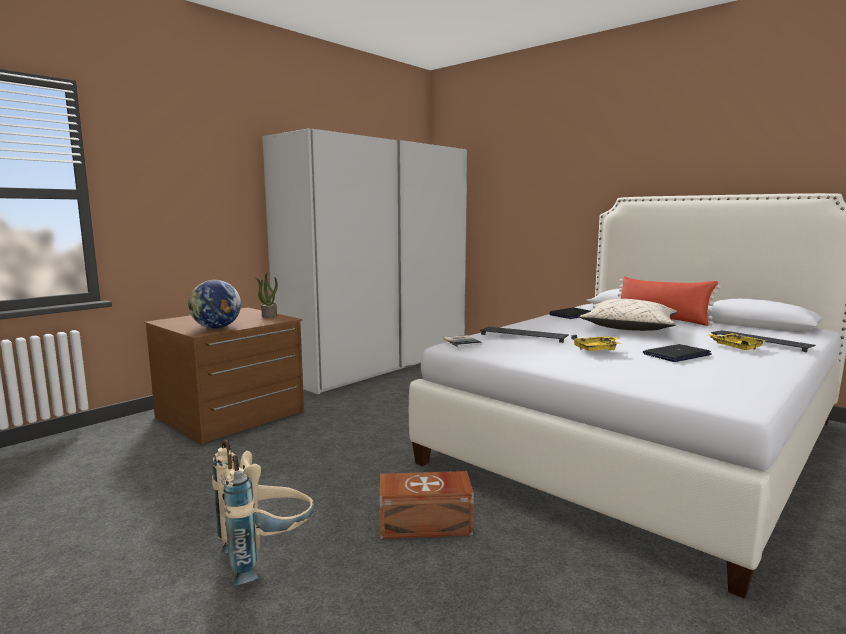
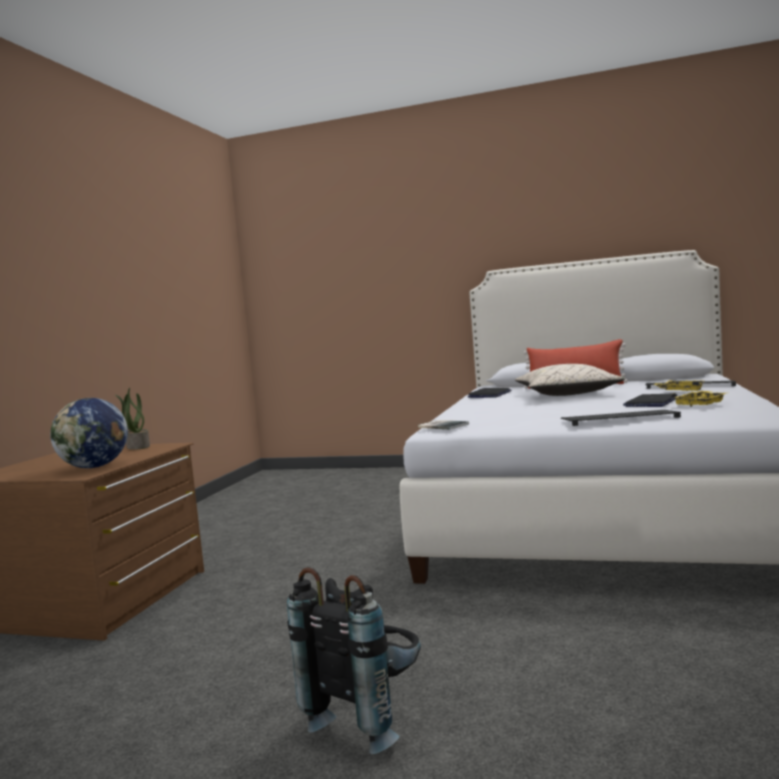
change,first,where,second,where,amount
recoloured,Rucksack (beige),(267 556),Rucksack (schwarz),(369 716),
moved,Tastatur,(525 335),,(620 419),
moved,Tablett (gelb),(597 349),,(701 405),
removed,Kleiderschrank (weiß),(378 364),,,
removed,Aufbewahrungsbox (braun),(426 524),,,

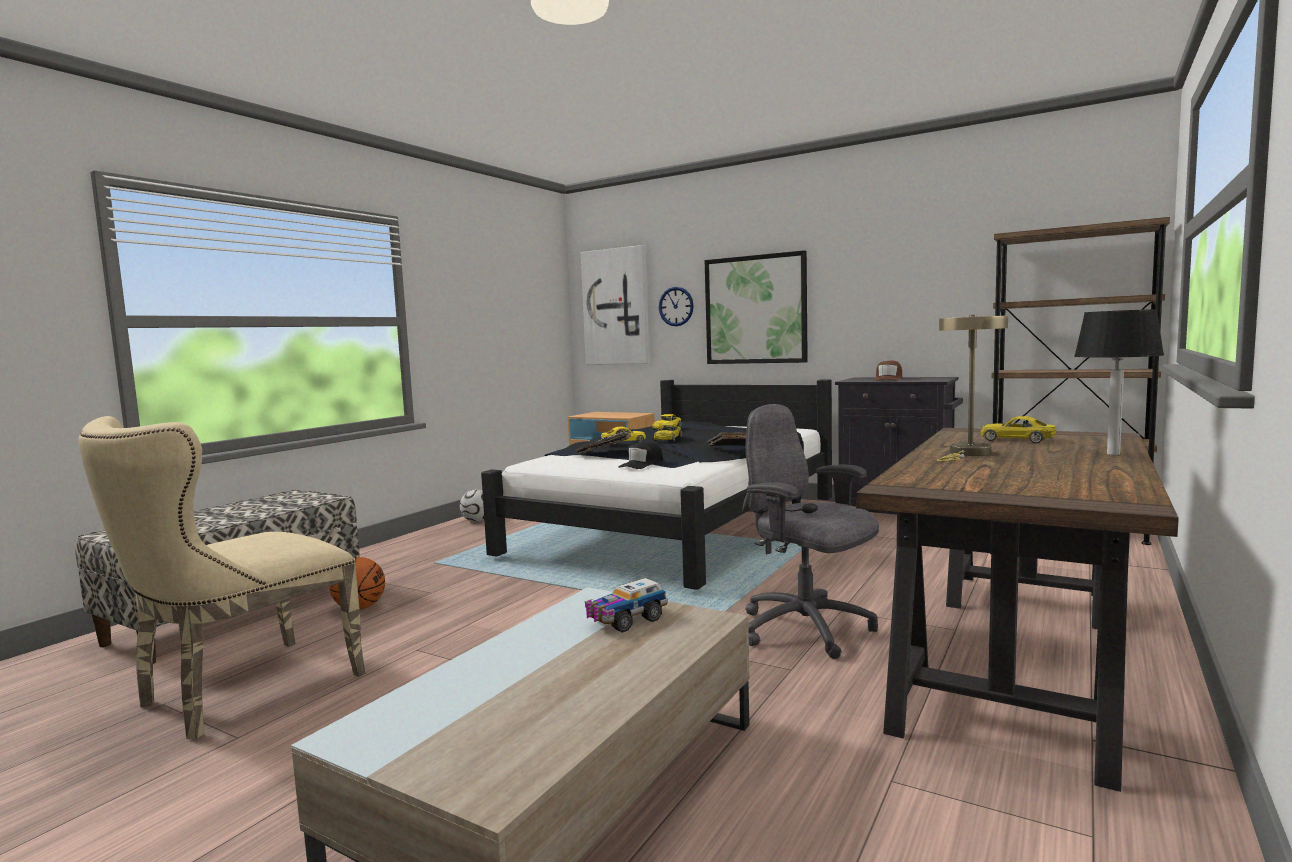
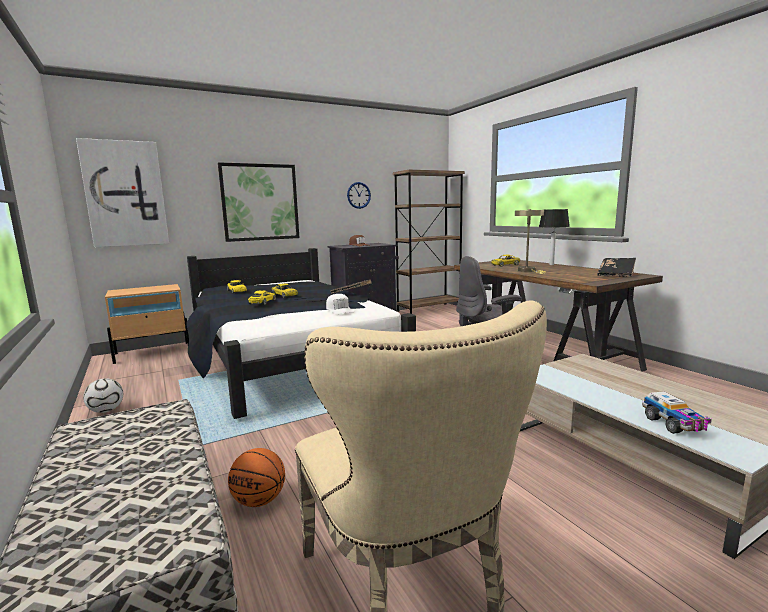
change,first,where,second,where,amount
recoloured,Kappe (schwarz),(642 464),Kappe (weiß),(339 310),
moved,Wanduhr,(676 306),,(358 195),
moved,Buch (schwarz),(604 452),,(616 274),
moved,Spielzeuglaster,(626 620),,(674 424),

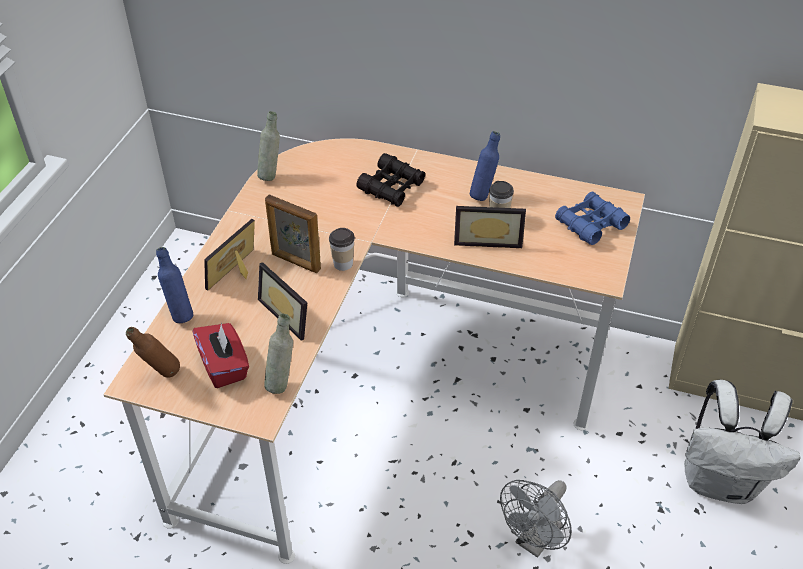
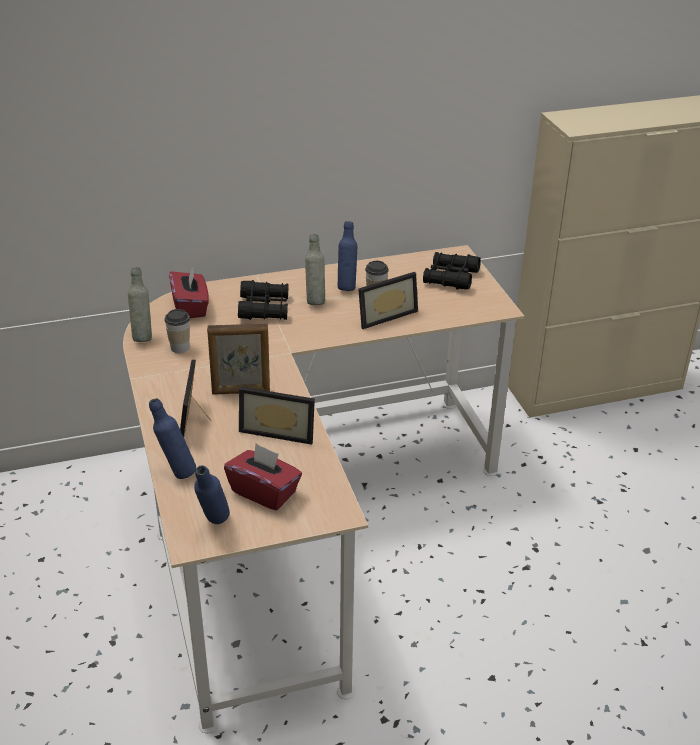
change,first,where,second,where,amount
moved,Tasse,(343 263),,(180 347),
added,,,Taschentuchbox (rot),(190 307),
recoloured,Flasche (braun),(161 377),Flasche (blau),(214 526),
moved,Flasche (grau),(282 382),,(315 301),
recoloured,Fernglas (blau),(590 224),Fernglas (schwarz),(450 278),
removed,Ventilator (grau),(534 541),,,
removed,Rucksack (weiß),(721 482),,,

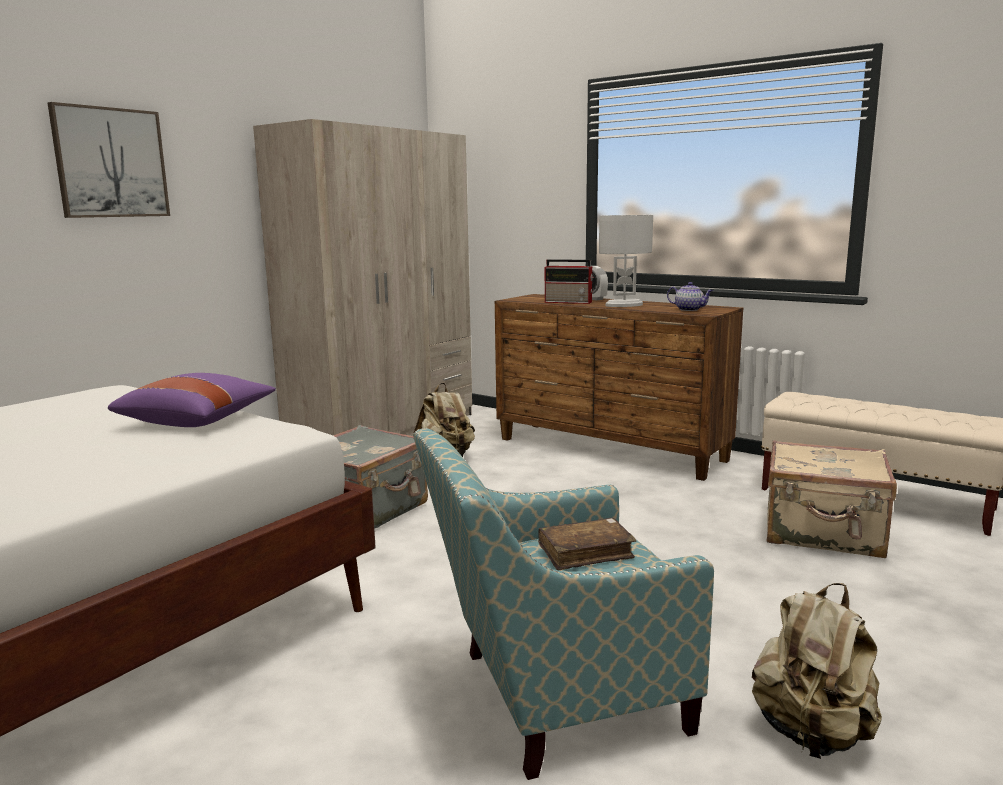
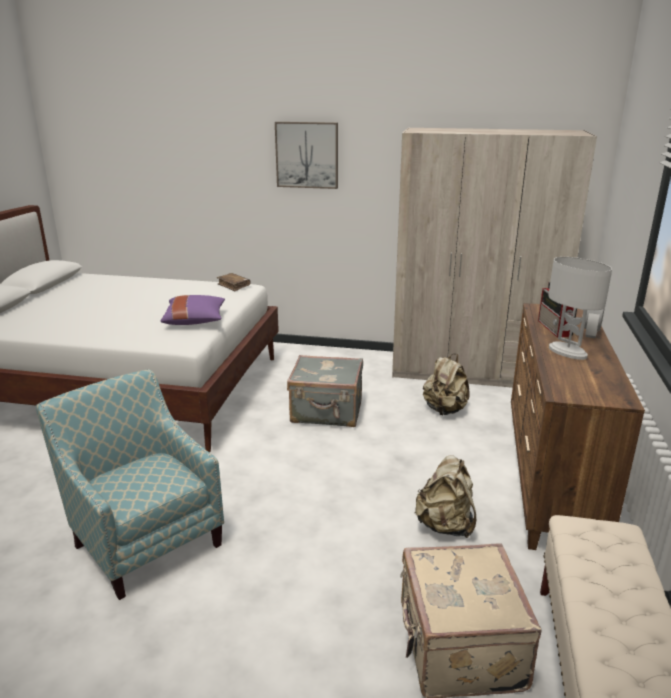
change,first,where,second,where,amount
moved,Buch (braun),(585 553),,(234 286),
moved,Rucksack (beige),(812 734),,(445 525),
removed,Teekanne,(689 309),,,

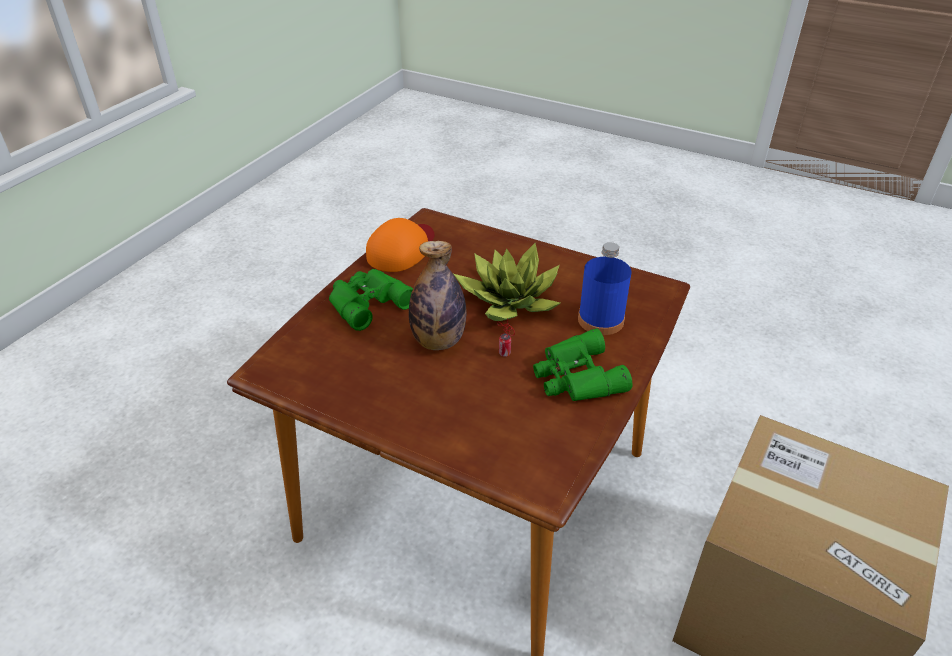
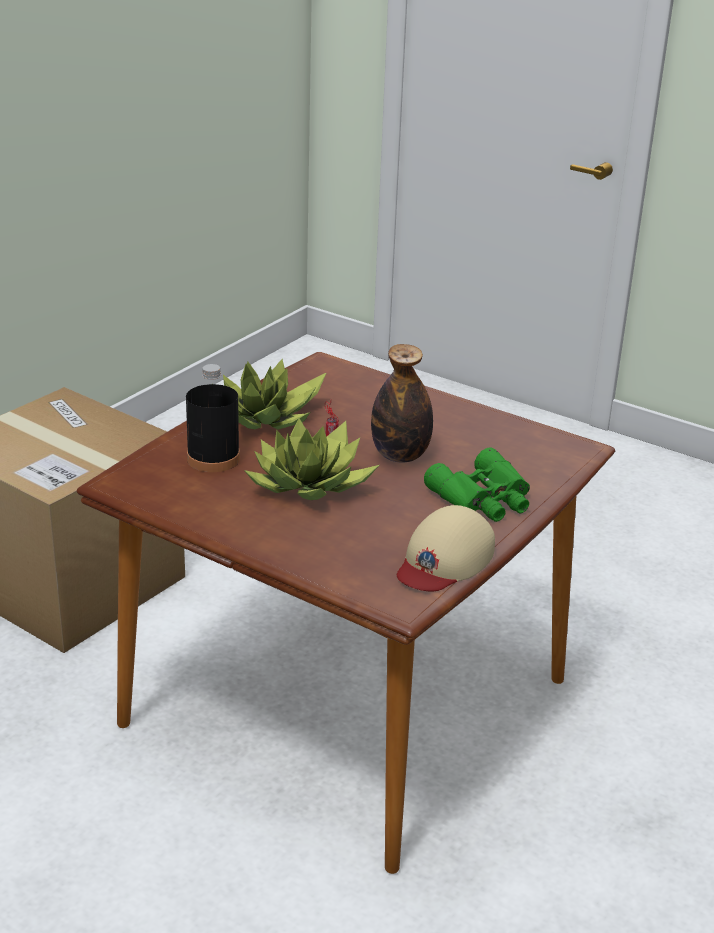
change,first,where,second,where,amount
recoloured,Flasche (blau),(600 320),Flasche (schwarz),(213 459),
replaced,Fernglas (grün),(576 377),Topfpflanze,(266 418),
recoloured,Kappe (orange),(402 249),Kappe (beige),(444 560),

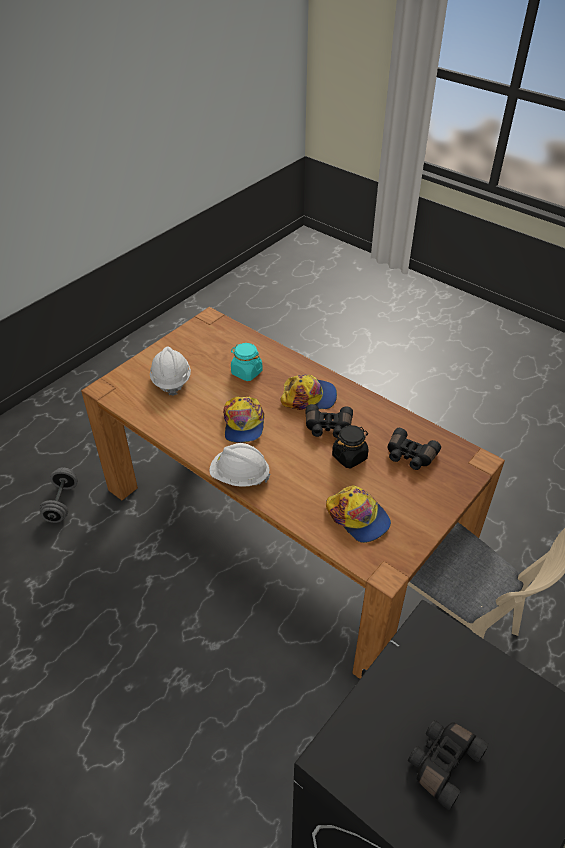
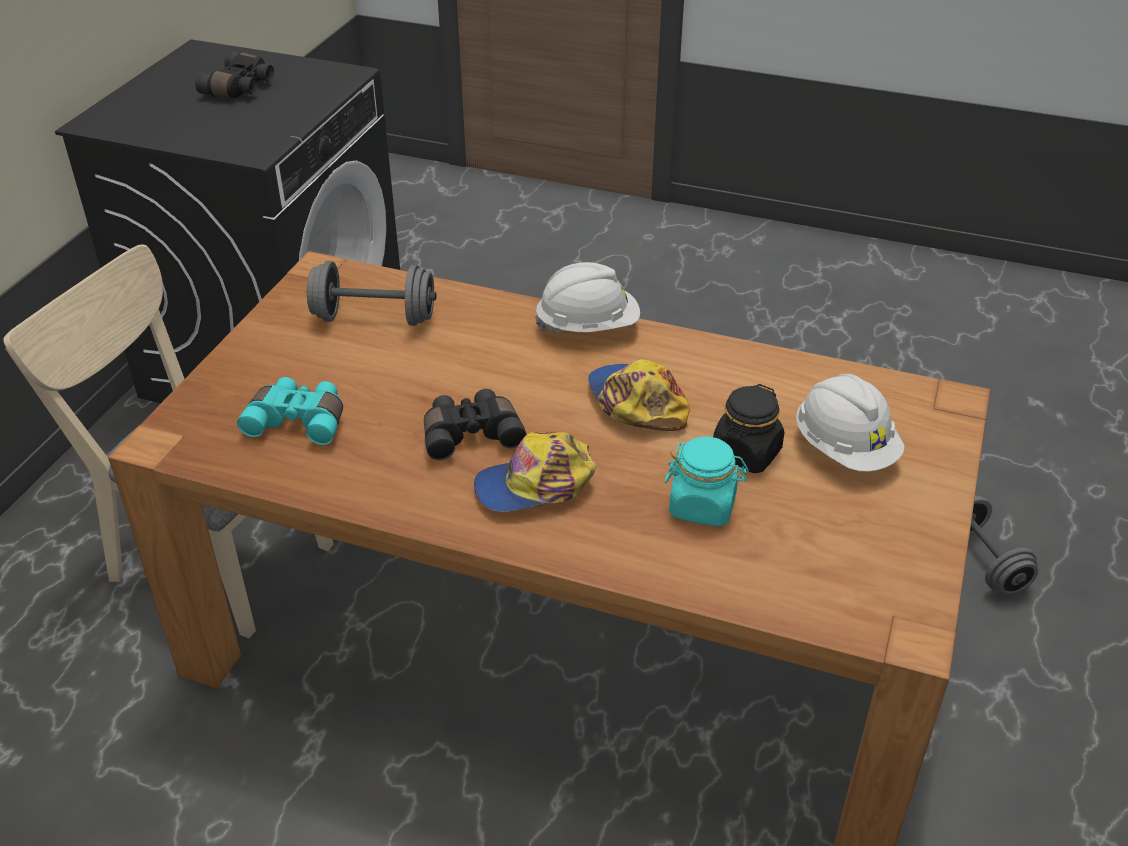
change,first,where,second,where,amount
recoloured,Fernglas (schwarz),(409 456),Fernglas (türkis),(299 421),
replaced,Kappe,(358 517),Hantel (grau),(374 318),
moved,Vorratsglas (schwarz),(349 456),,(746 453),

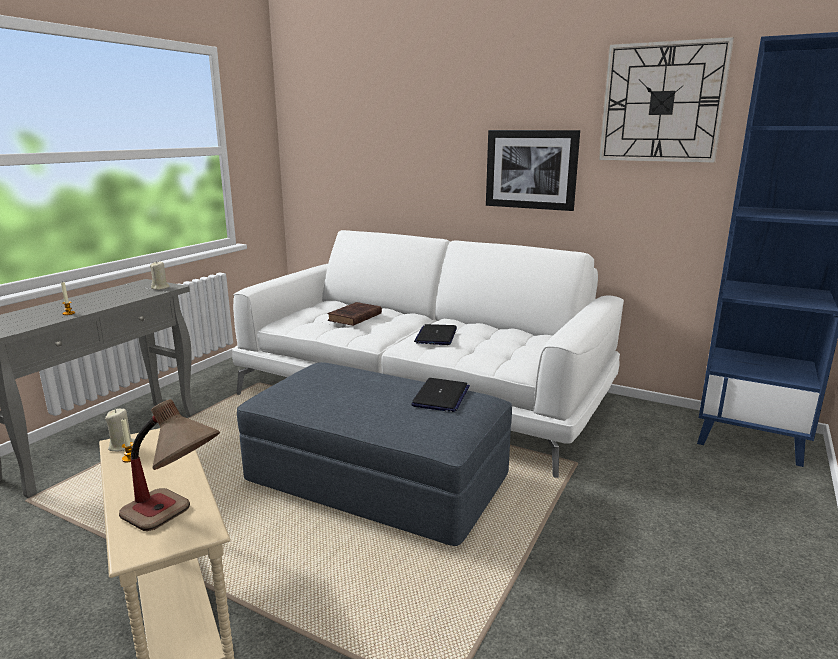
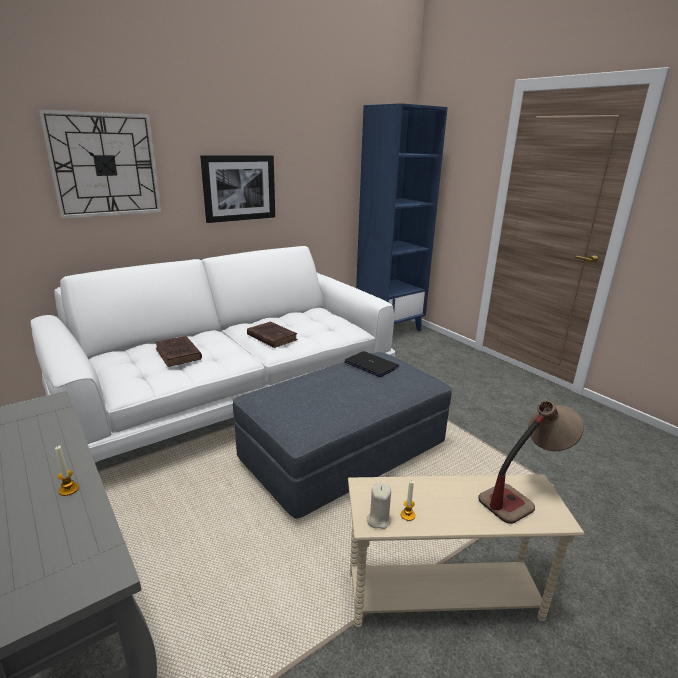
change,first,where,second,where,amount
moved,Wanduhr,(662 103),,(105 165),
replaced,Laptop,(436 336),Buch (braun),(271 337),
removed,Kerze (beige),(160 288),,,

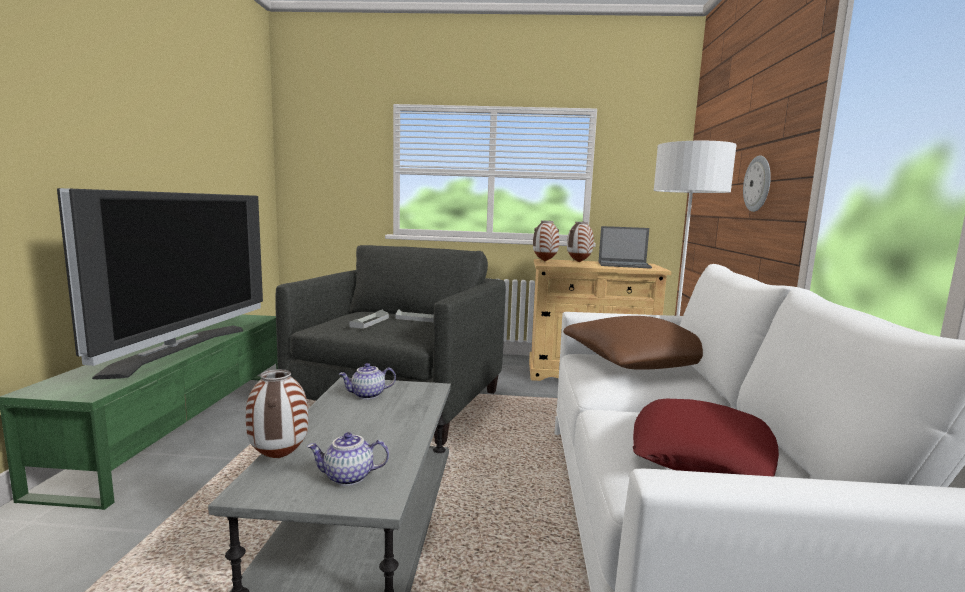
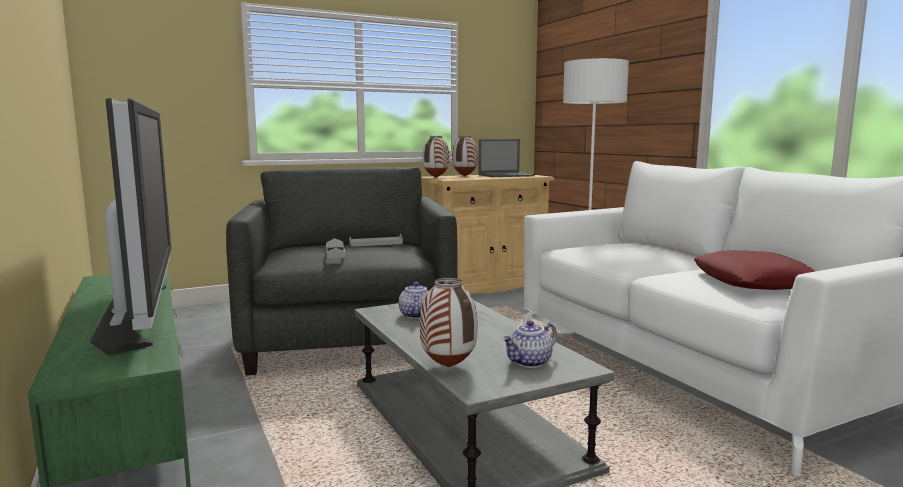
change,first,where,second,where,amount
turned,Teekanne,(367 395),,(415 315),135 degrees clockwise
removed,Kissen (braun),(636 362),,,
removed,Wanduhr,(758 183),,,

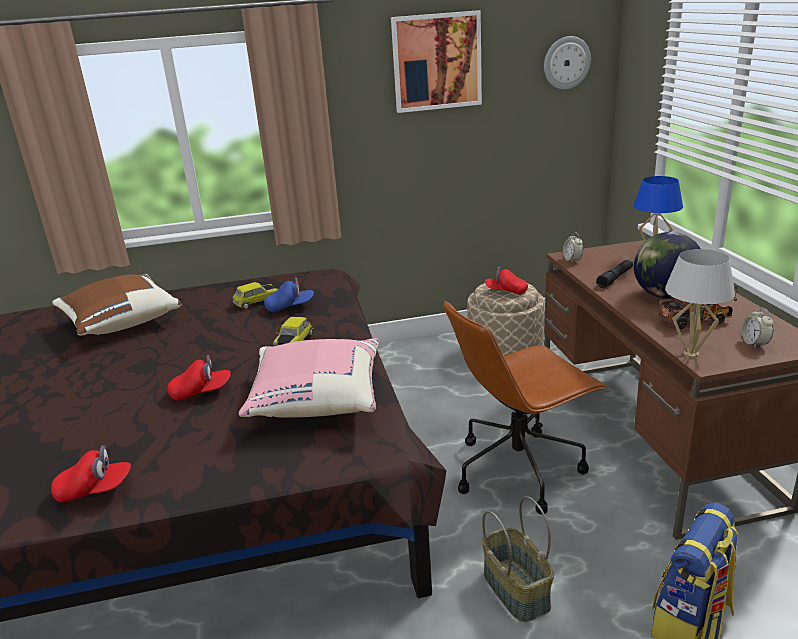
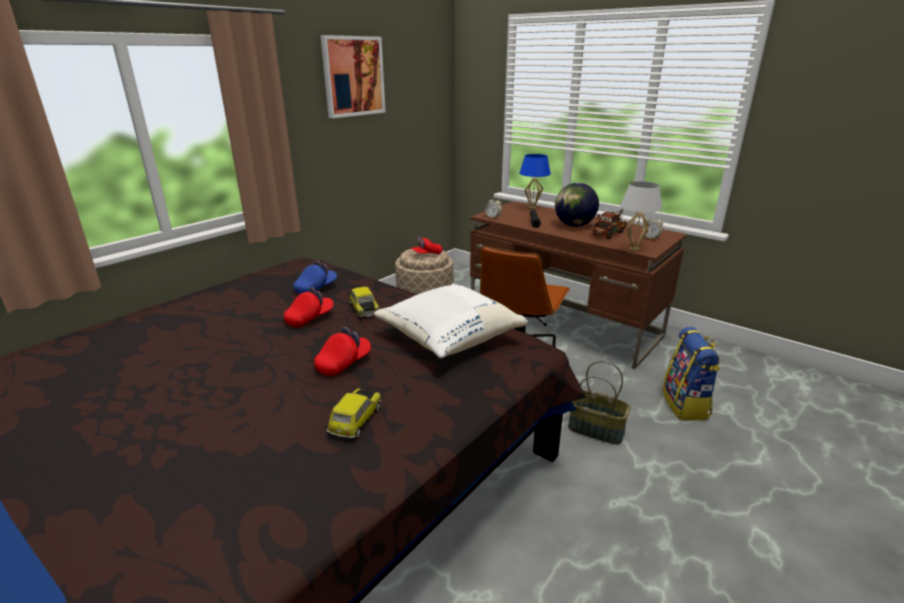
change,first,where,second,where,amount
moved,Kappe (rot),(95 490),,(310 318),
moved,Spielzeugauto,(256 302),,(356 421),
recoloured,Kissen (rosa),(316 400),Kissen (weiß),(448 338),
removed,Kissen (braun),(120 322),,,
removed,Wanduhr,(566 62),,,

